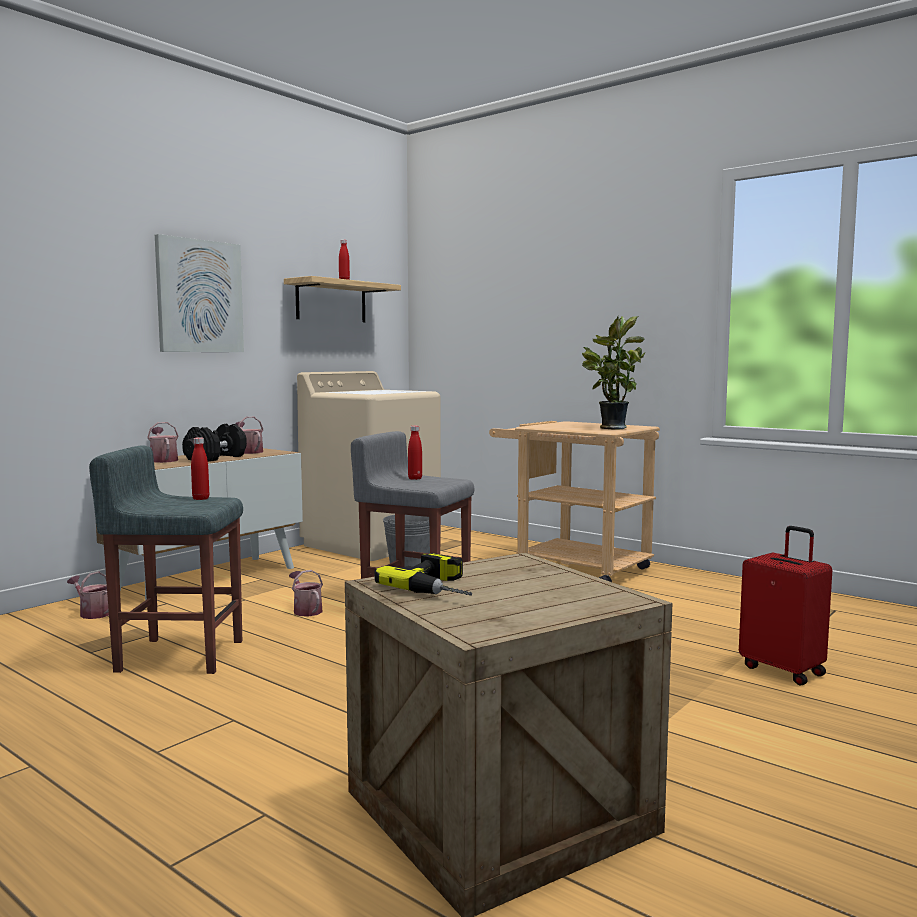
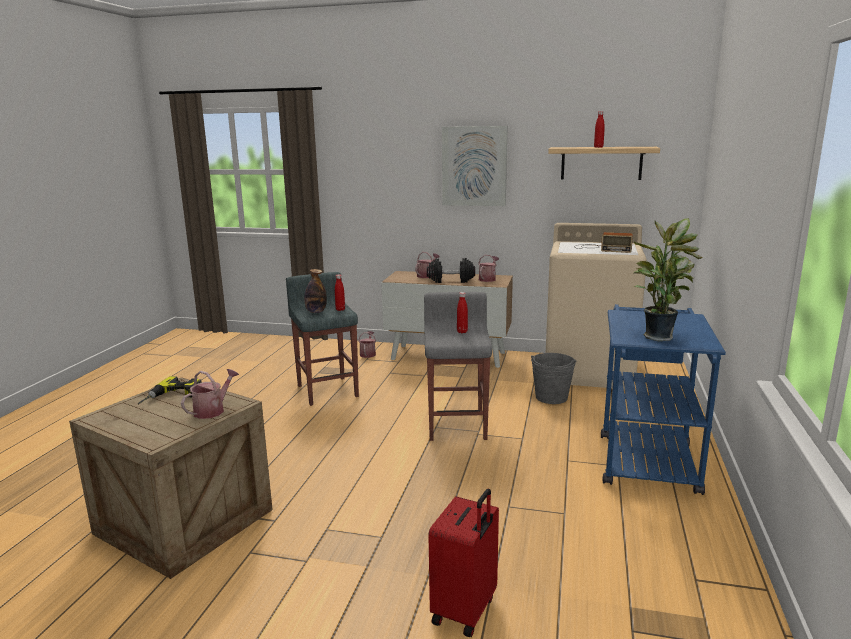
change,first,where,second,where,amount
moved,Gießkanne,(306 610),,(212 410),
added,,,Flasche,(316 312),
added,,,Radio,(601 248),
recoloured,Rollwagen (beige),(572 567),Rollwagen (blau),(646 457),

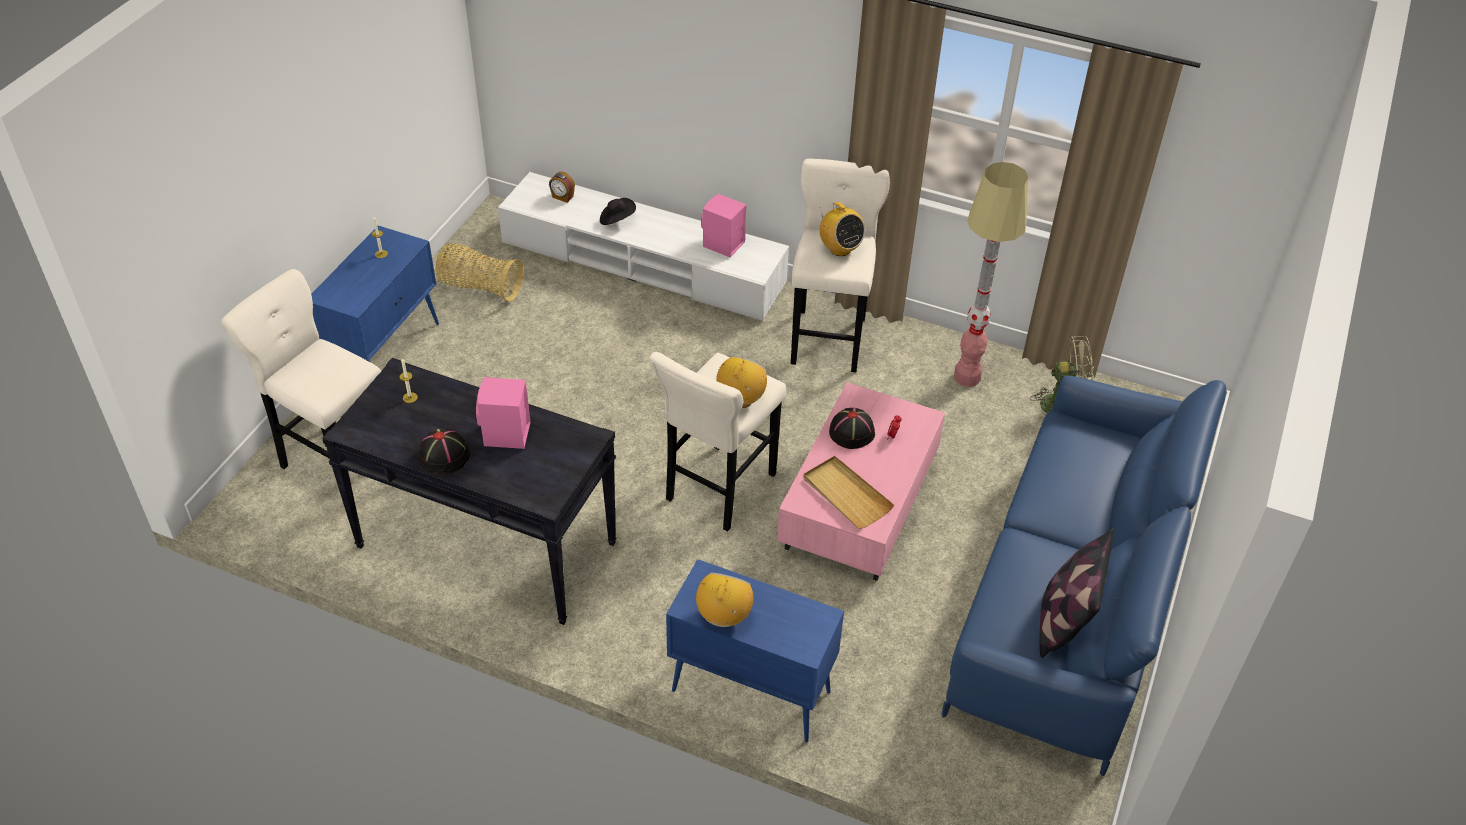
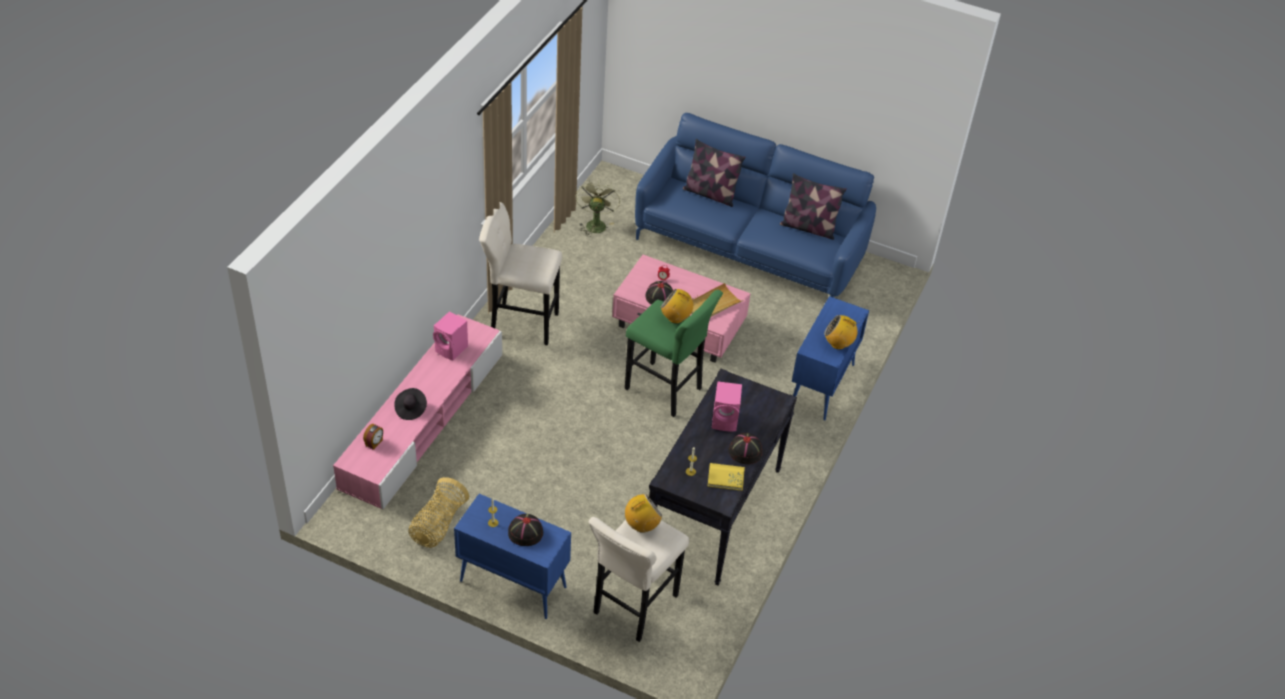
change,first,where,second,where,amount
recoloured,Fernsehschrank (weiß),(643 264),Fernsehschrank (rosa),(423 420),
added,,,Hut (schwarz),(525 532),
recoloured,Hocker (beige),(717 491),Hocker (grün),(666 391),
moved,Radio,(840 249),,(642 525),
added,,,Kissen,(710 194),
added,,,Buch (gelb),(725 478),
removed,Stehlampe,(967 377),,,

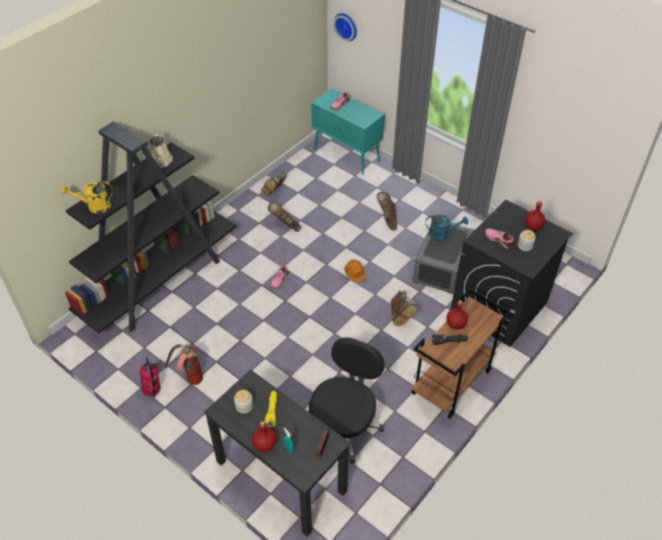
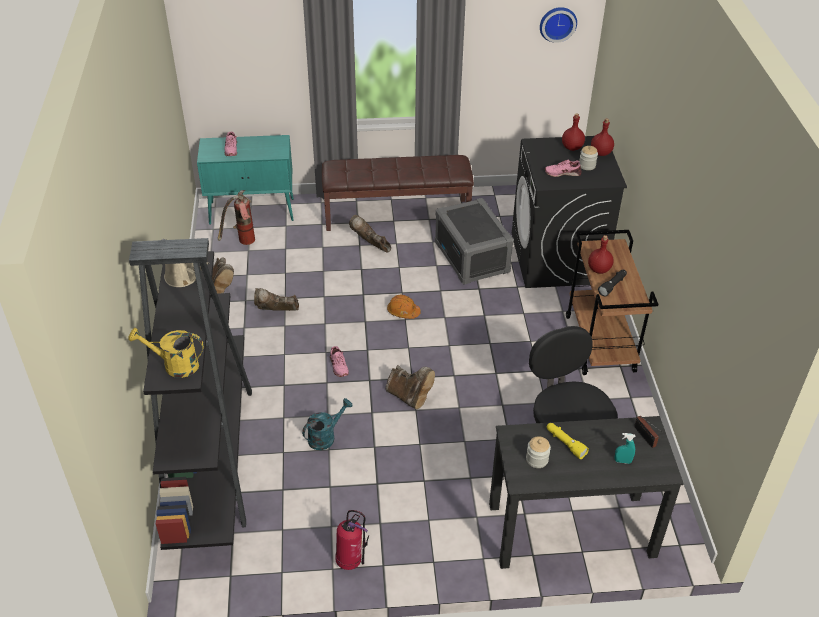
change,first,where,second,where,amount
turned,Gießkanne (gelb),(94 206),,(174 365),60 degrees clockwise
moved,Feuerlöscher,(188 379),,(242 243),
moved,Gießkanne (türkis),(442 234),,(325 436),
added,,,Bank (braun),(397 214),
moved,Stiefel (braun),(400 316),,(409 397),
moved,Wanduhr,(346 26),,(557 23),
moved,Flasche (rot),(265 445),,(601 153),

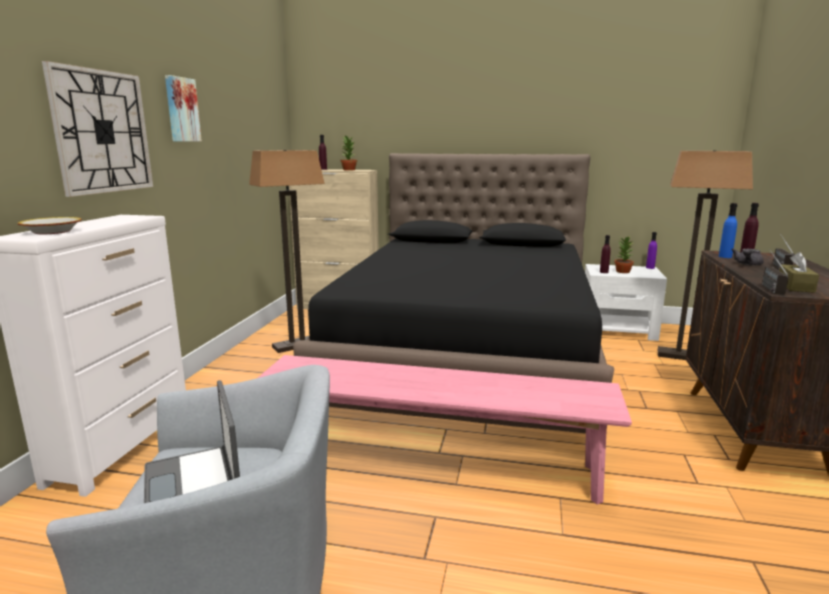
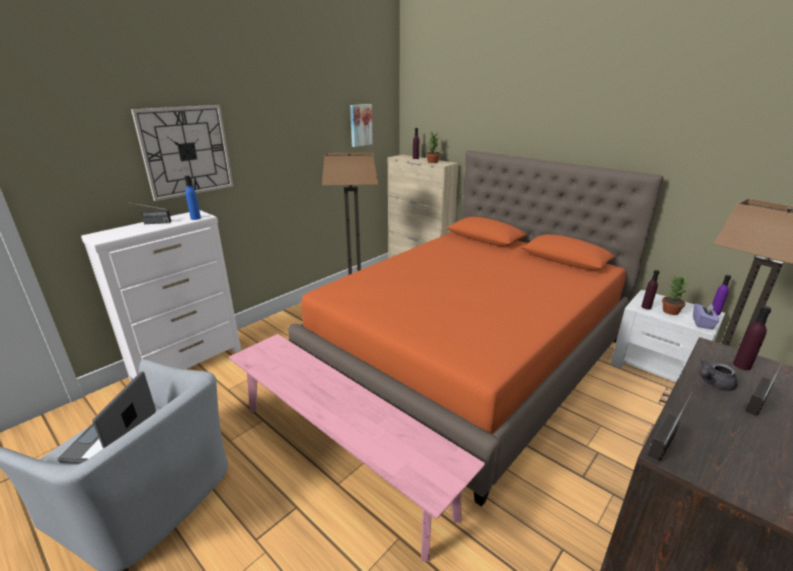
change,first,where,second,where,amount
added,,,Radio,(150 223),
moved,Flasche (blau),(725 256),,(195 218),
recoloured,Bett (schwarz),(467 359),Bett (orange),(468 358),
moved,Bild,(181 109),,(360 125),
added,,,Taschentuchbox (lila),(702 323),
removed,Schüssel,(52 232),,,
removed,Taschentuchbox (braun),(795 286),,,

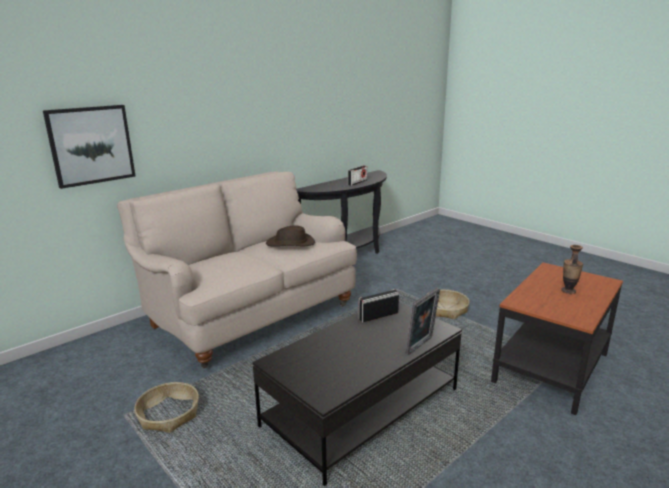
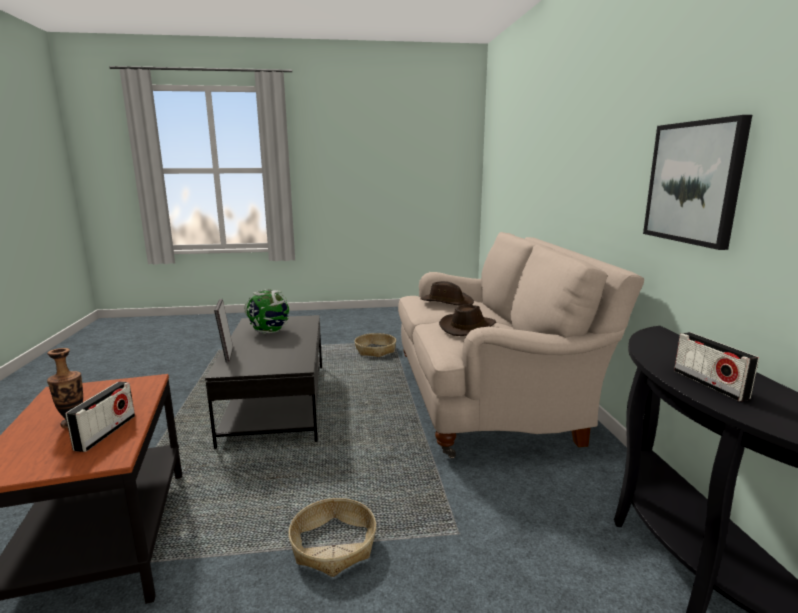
change,first,where,second,where,amount
moved,Radio,(378 316),,(106 432),
added,,,Globus,(269 332),
added,,,Hut (braun),(446 302),
moved,Bild,(91 145),,(694 182),

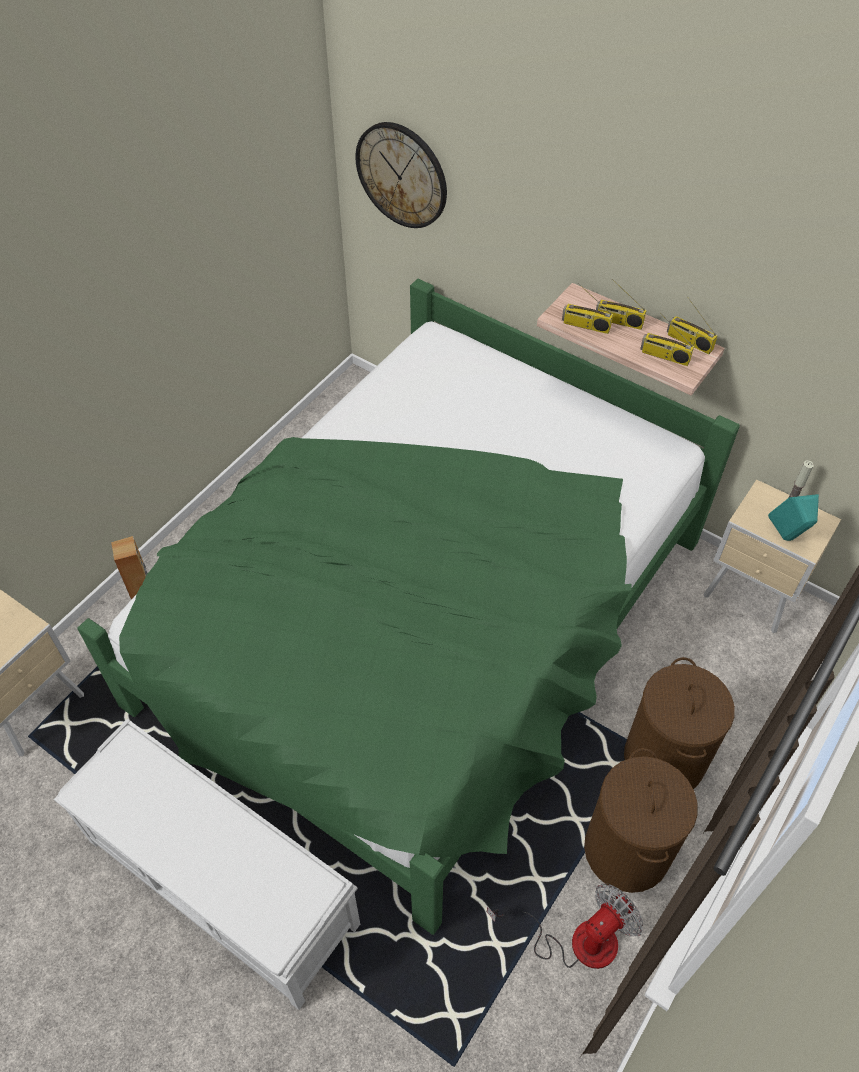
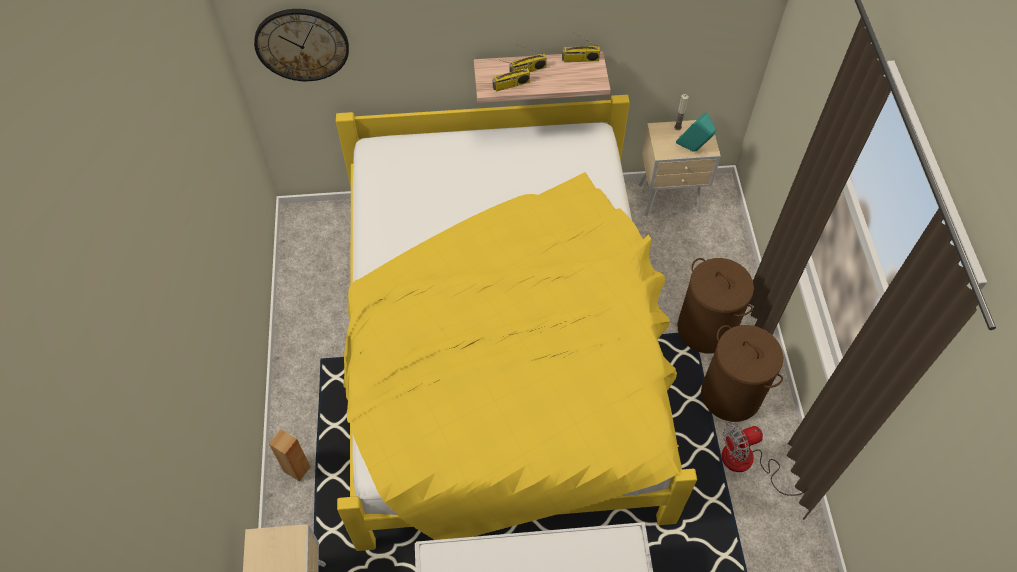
change,first,where,second,where,amount
recoloured,Bett (grün),(424 624),Bett (gelb),(502 349),
turned,Ventilator,(576 940),,(748 463),120 degrees counterclockwise
removed,Radio,(664 356),,,

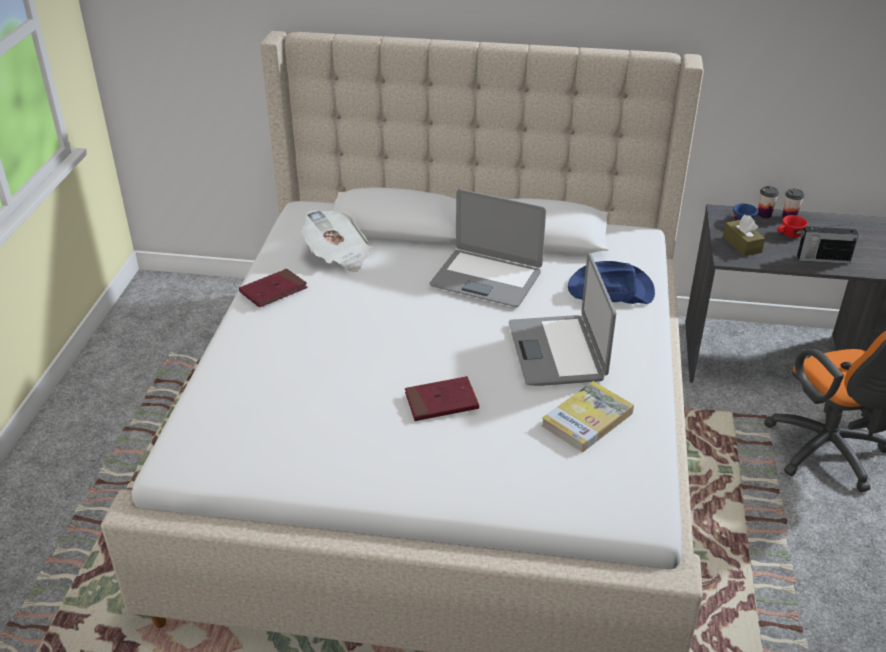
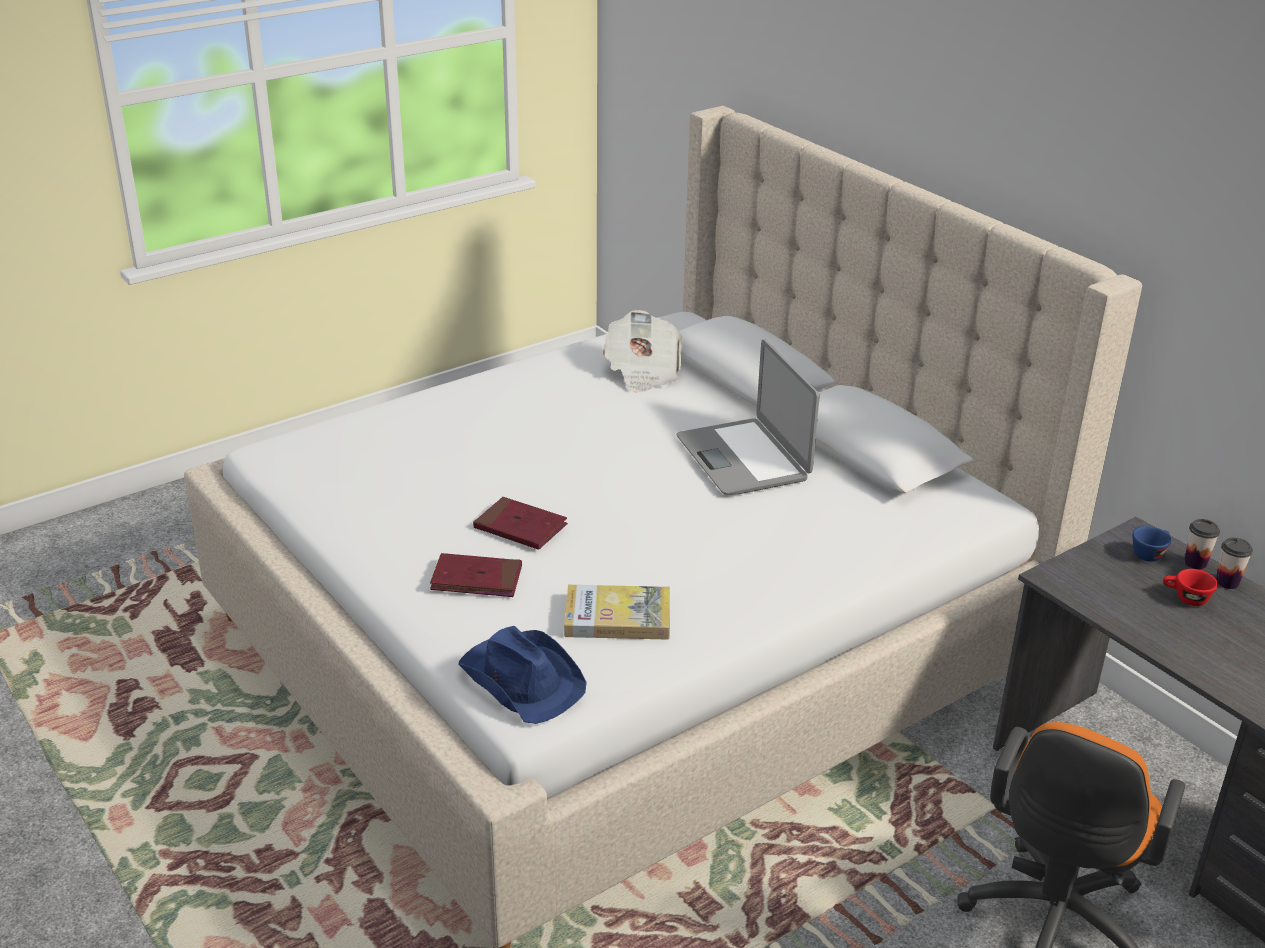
change,first,where,second,where,amount
moved,Buch (rot),(273 291),,(476 579),
moved,Hut (blau),(609 290),,(522 678),
removed,Laptop,(557 351),,,
removed,Taschentuchbox (braun),(742 244),,,
removed,Radio,(822 259),,,

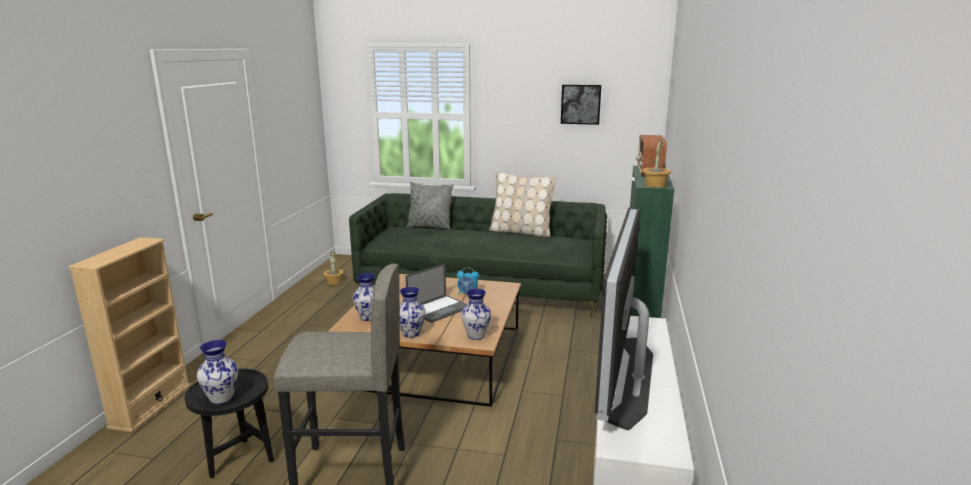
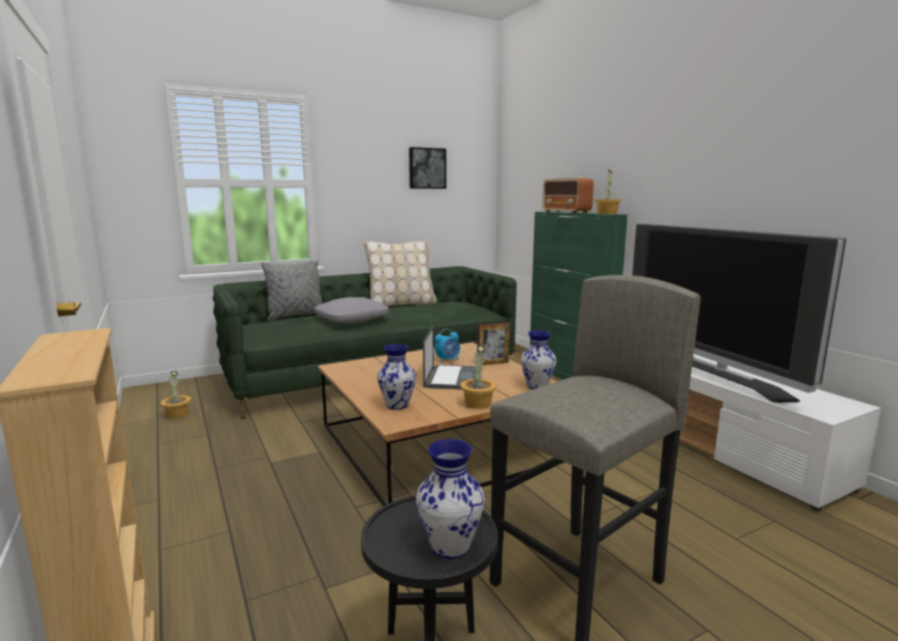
change,first,where,second,where,amount
added,,,Kissen (grau),(352 319),
replaced,Vase,(411 333),Topfpflanze,(478 403),
added,,,Bilderrahmen,(493 363),

